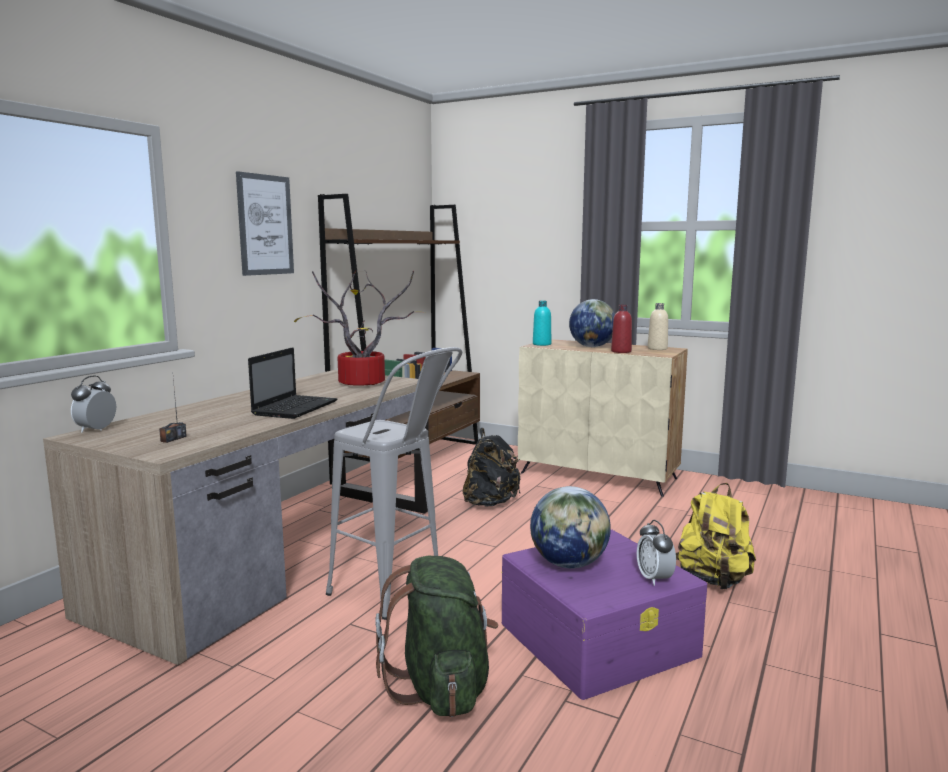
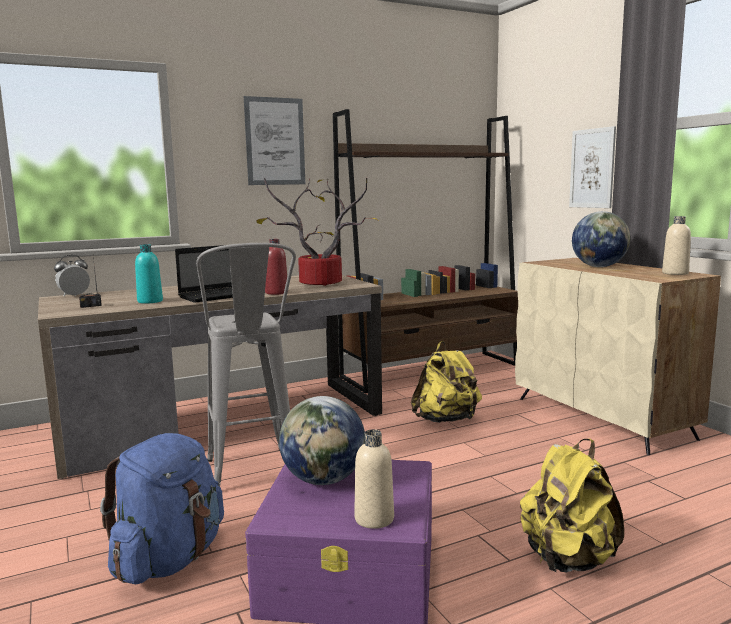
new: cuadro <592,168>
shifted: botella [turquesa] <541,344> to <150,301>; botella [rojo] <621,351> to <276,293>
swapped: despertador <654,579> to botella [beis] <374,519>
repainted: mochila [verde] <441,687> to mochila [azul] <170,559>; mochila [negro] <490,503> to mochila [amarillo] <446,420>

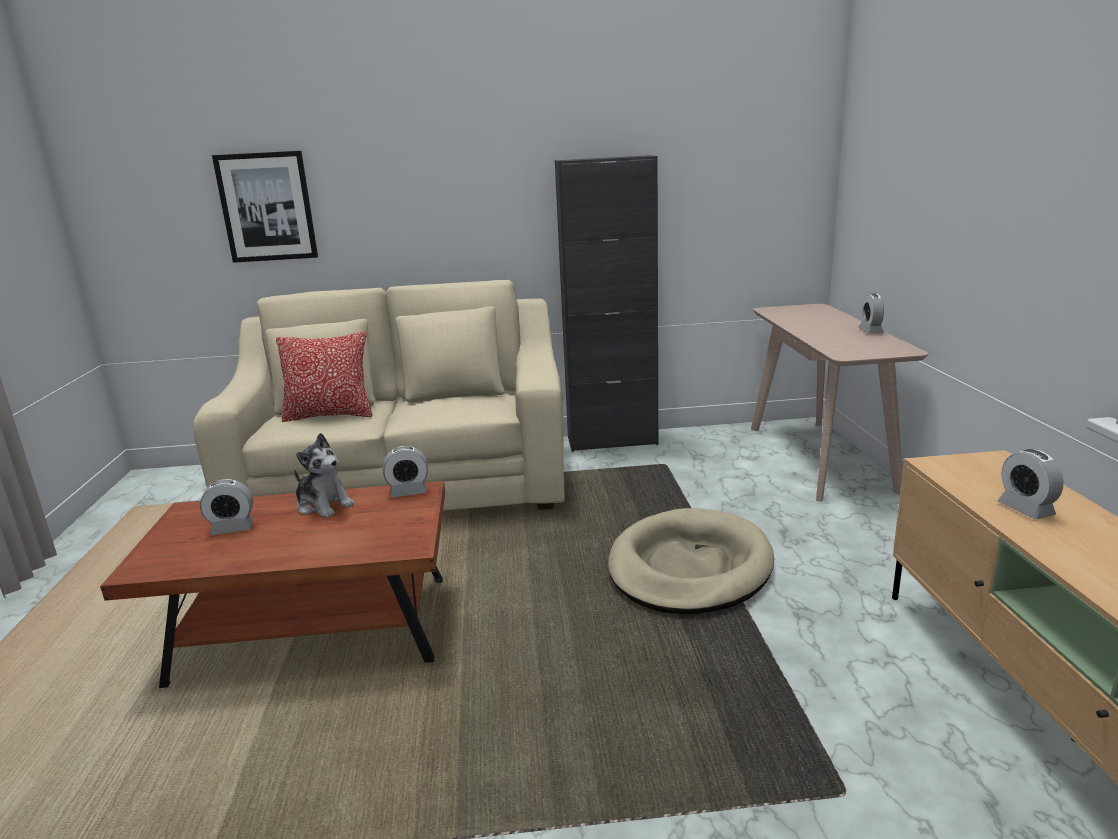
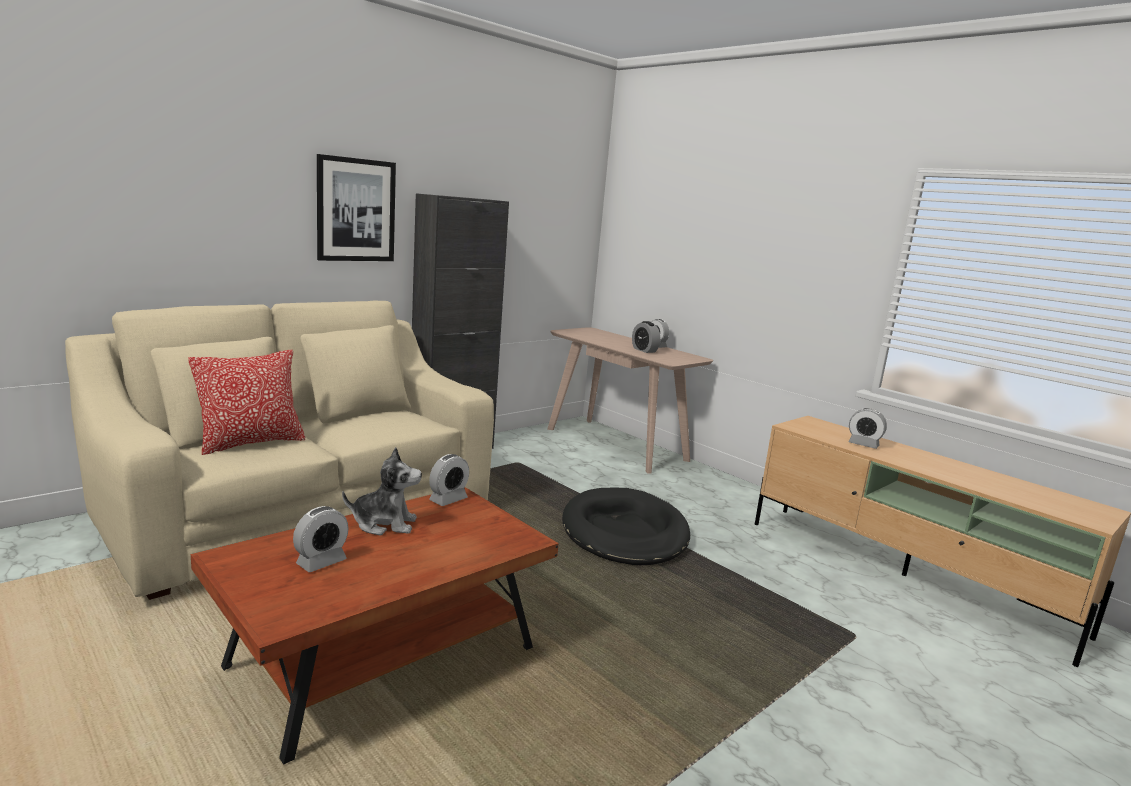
new: despertador <644,350>
shifted: cuadro <267,207> to <356,210>
repainted: cama para perro [beis] <689,567> to cama para perro [negro] <624,532>

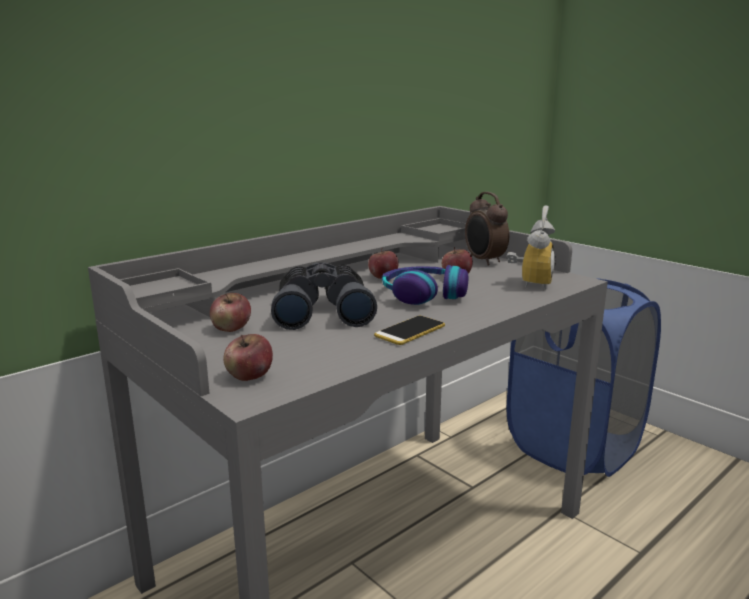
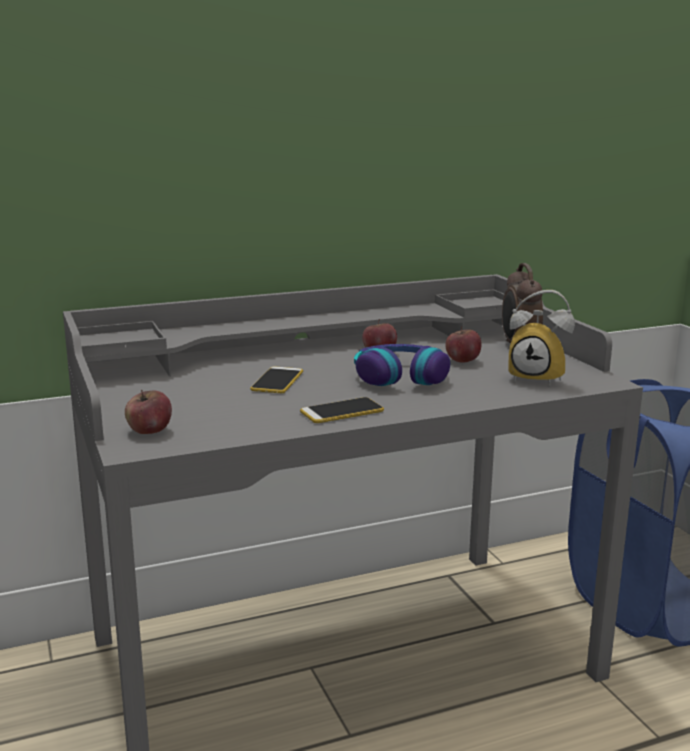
gone: manzana <231,328>
swapped: prismáticos [gris] <323,311> to móvil <277,381>
rotated: despertador <529,283> = <539,378> 75 degrees clockwise

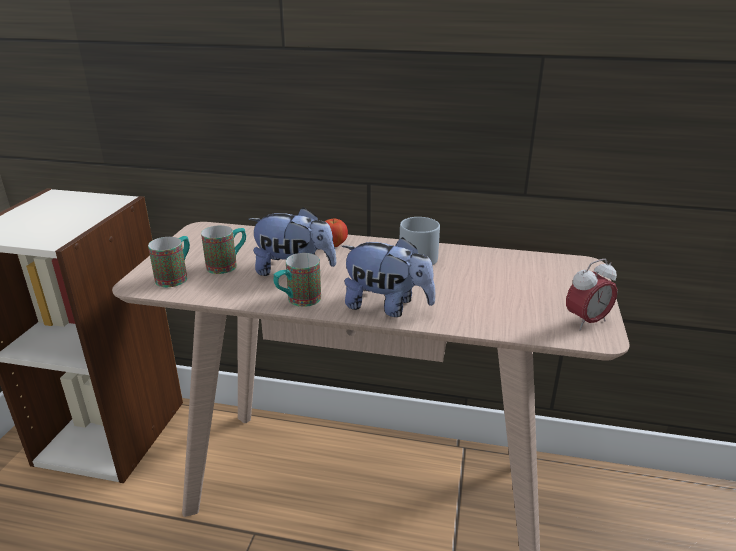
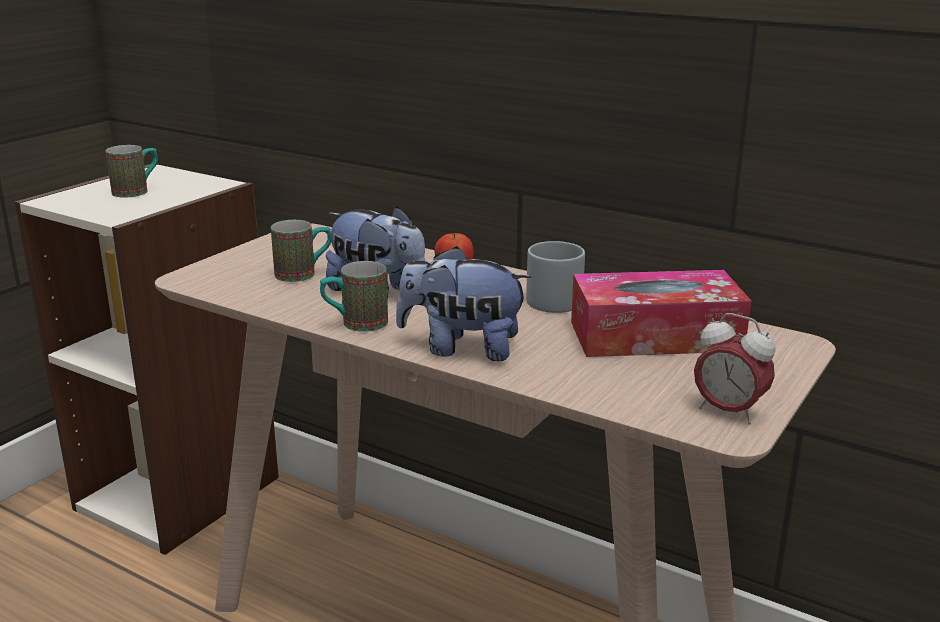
new: caja de pañuelos <655,336>
shifted: taza grande <176,276> to <137,191>
rotated: peluche <387,307> = <462,348> 150 degrees clockwise; despertador <586,322> = <728,412> 45 degrees clockwise

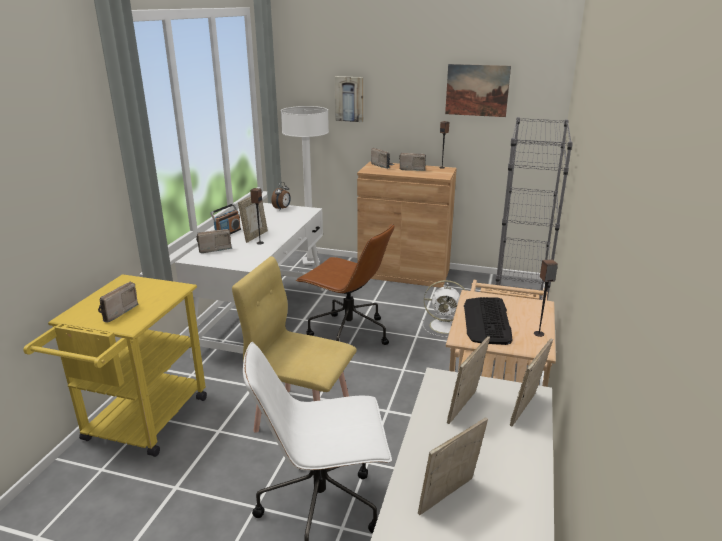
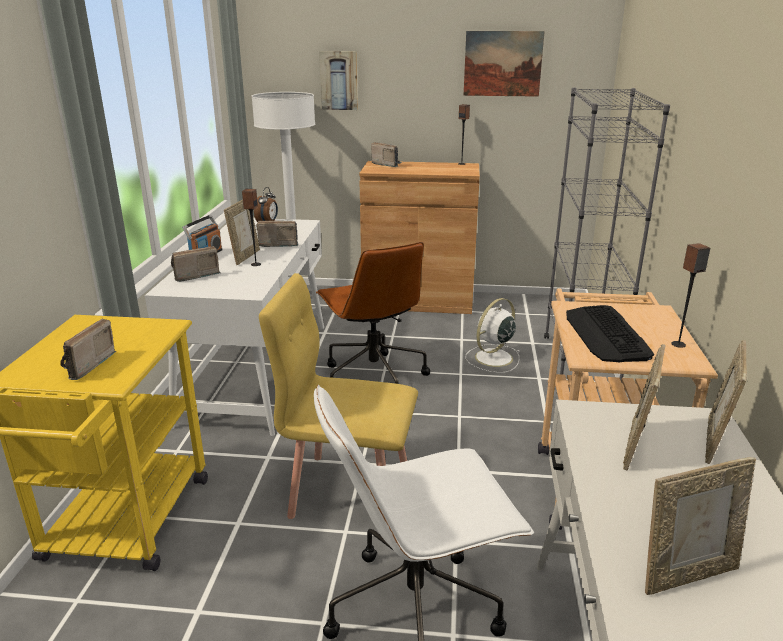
shifted: radio <412,169> to <278,244>
rotated: silla de oficina [marrón] <347,333> = <373,378> 45 degrees clockwise; portarretratos <449,499> = <687,574> 150 degrees counterclockwise; ventilador [blanco] <446,326> = <492,358> 135 degrees clockwise

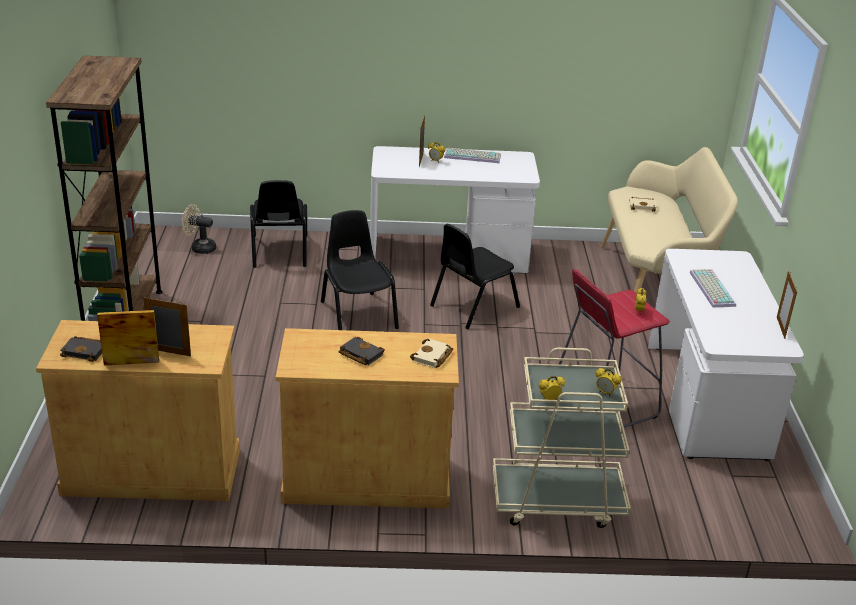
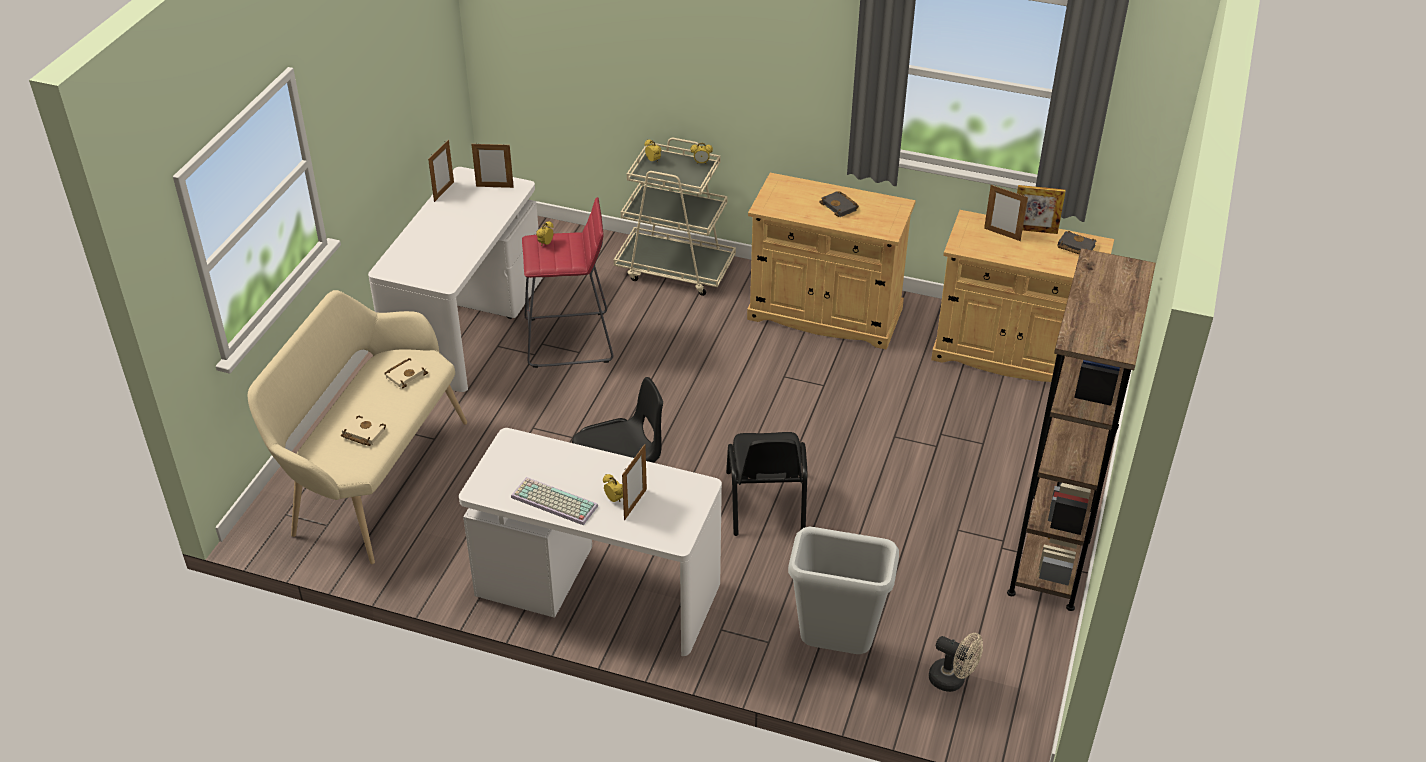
gone: teclado <710,288>
new: portarretratos <494,186>
shifted: libro [beis] <432,357> to <406,374>
swapped: silla [negro] <279,251> to papelera [gris] <836,647>

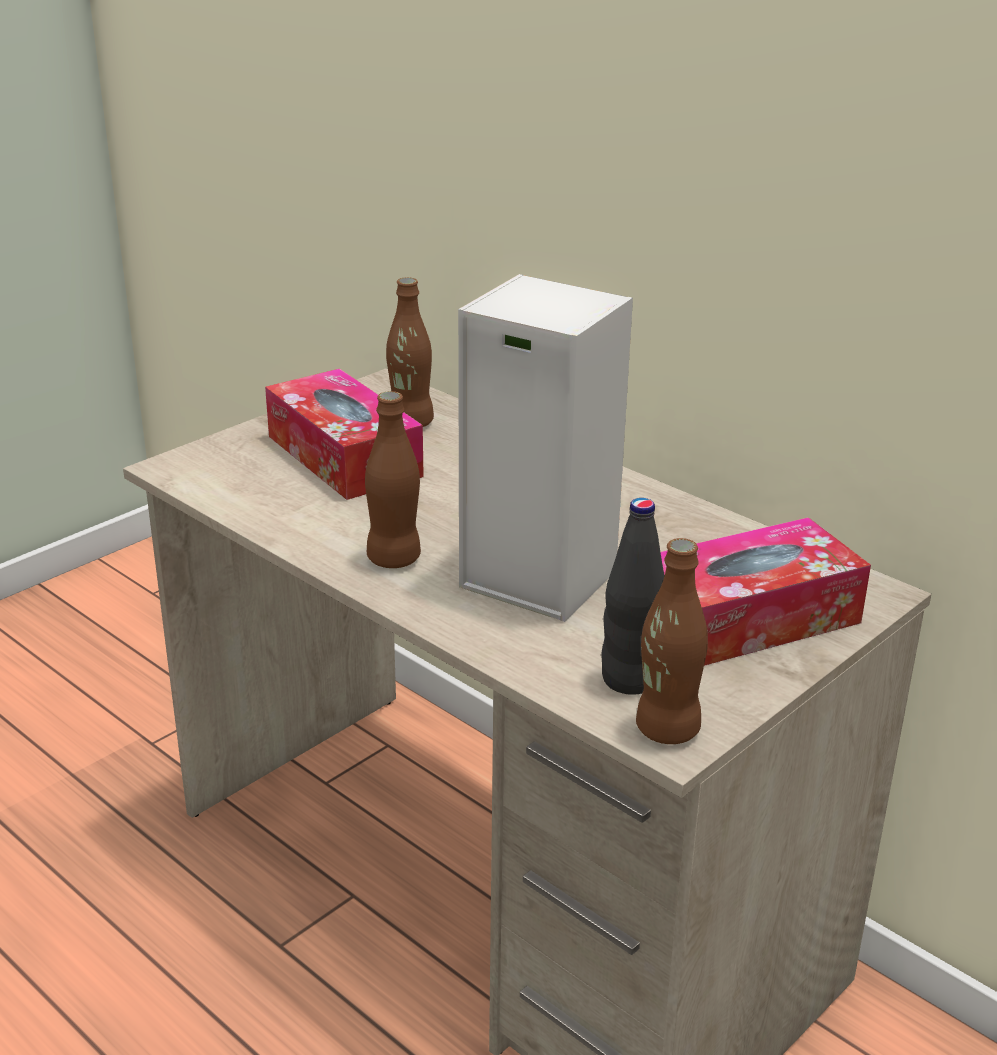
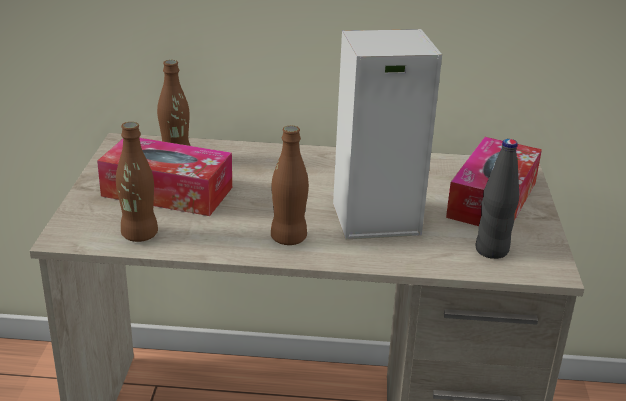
shifted: botella [marrón] <667,729> to <139,235>

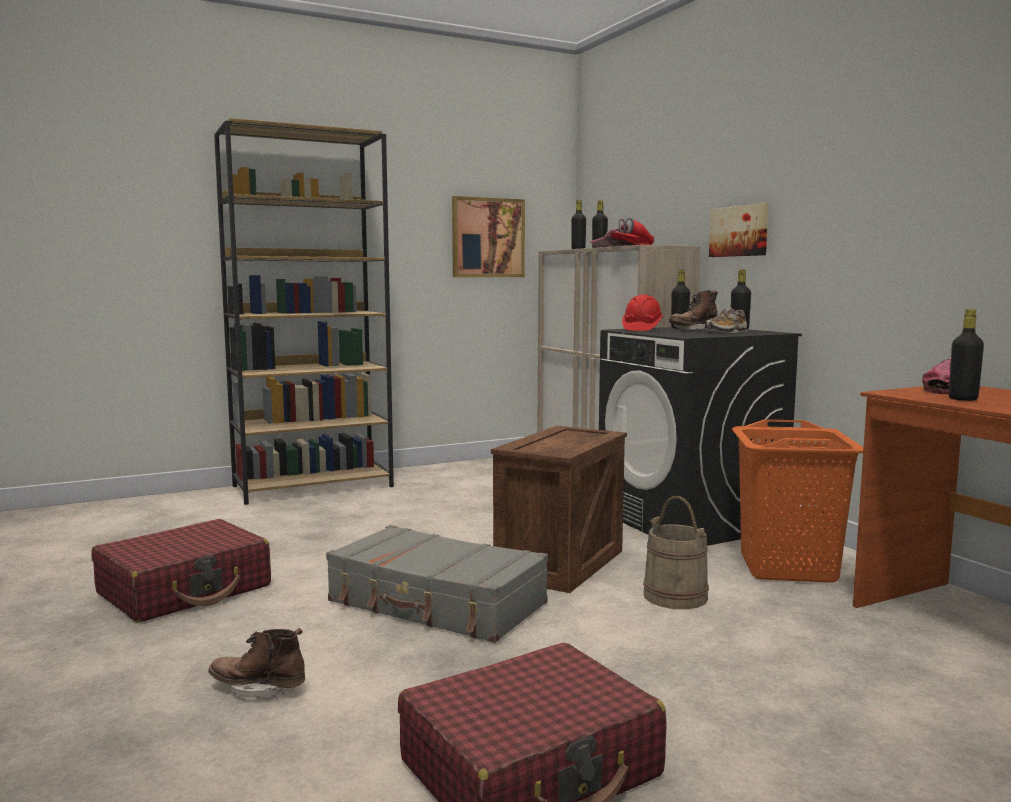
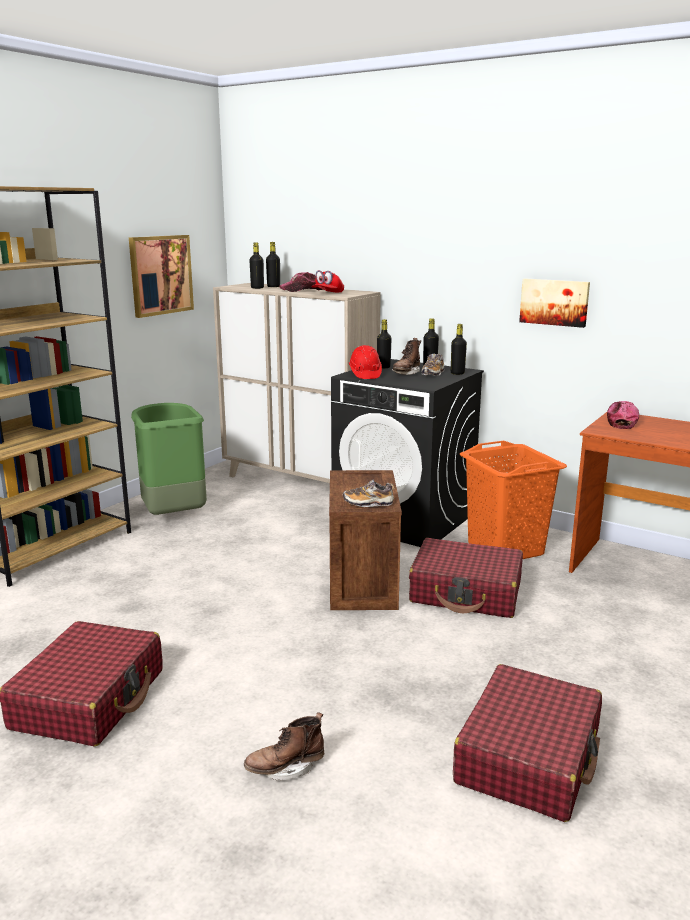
gone: maleta [gris] <437,603>
new: papelera [verde] <172,515>; zapato <368,503>
shifted: cuadro <740,231> to <554,302>; botella [negro] <963,399> to <457,373>
swapped: cubo [beis] <675,596> to maleta [rojo] <466,593>

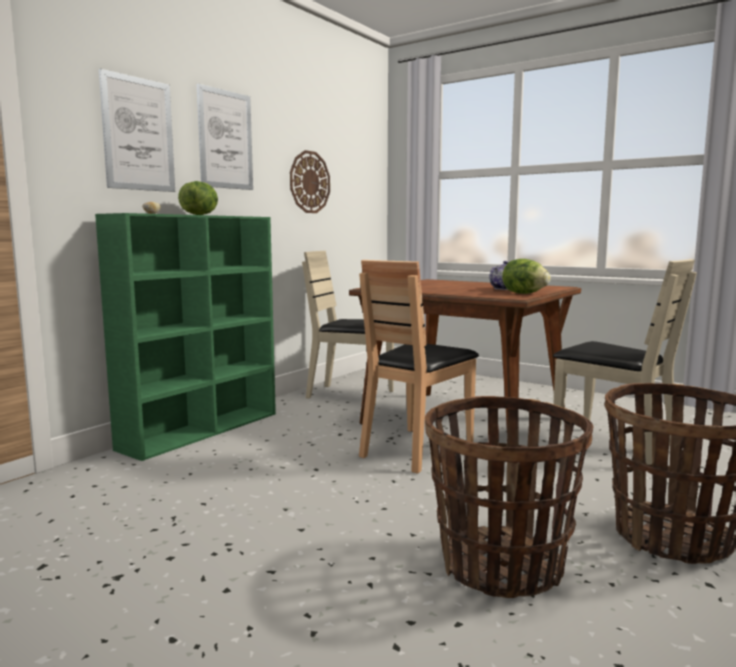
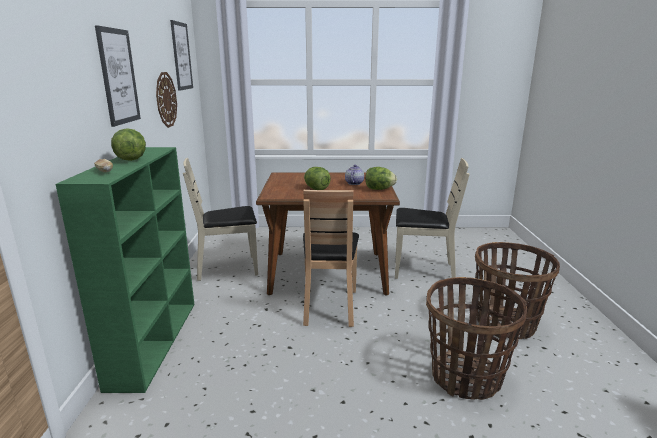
new: lechuga <316,189>
shifted: cuadro <138,134> to <181,56>

